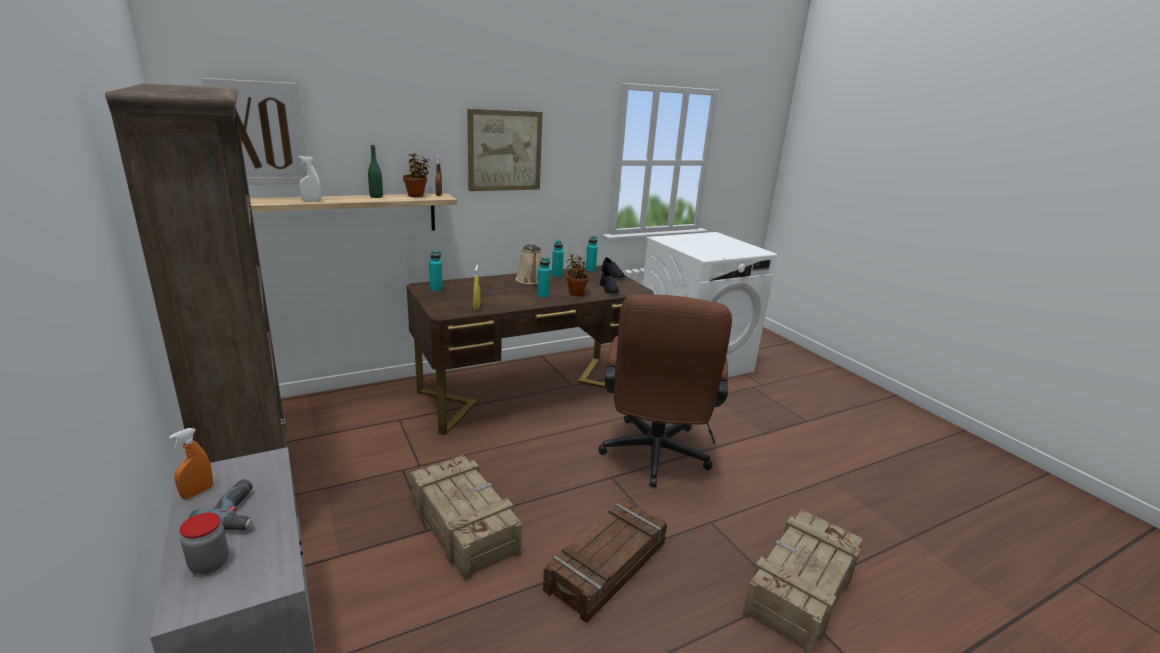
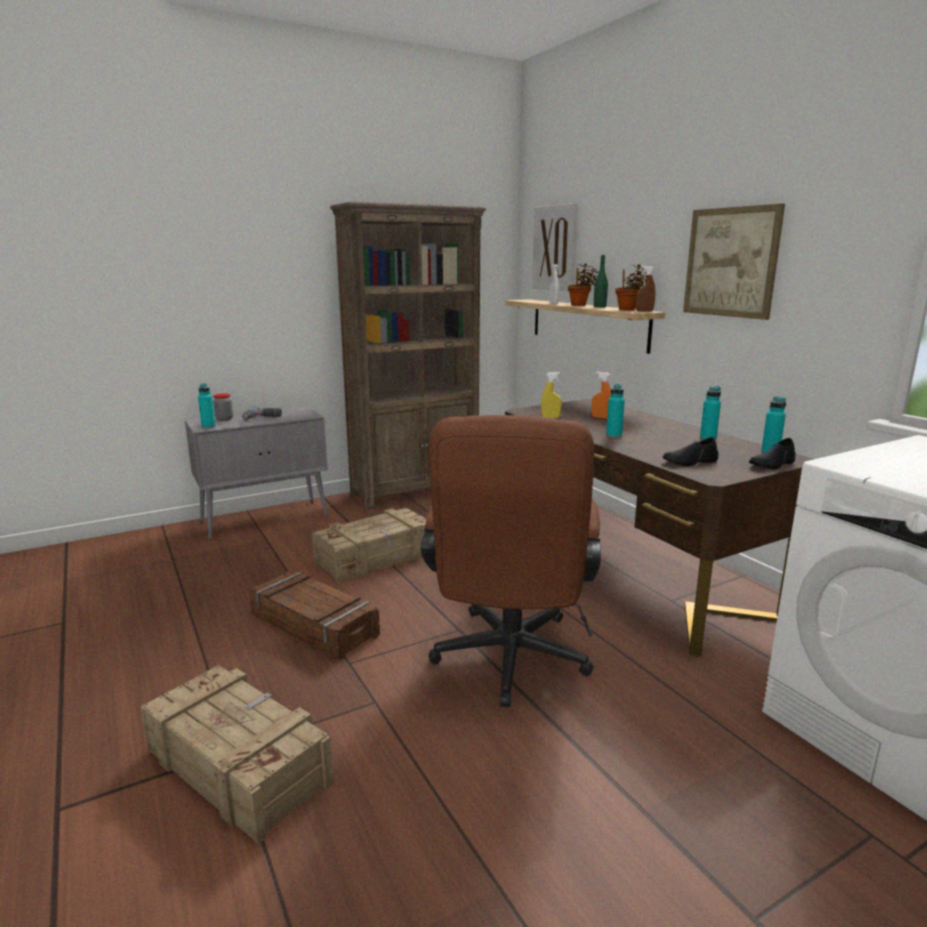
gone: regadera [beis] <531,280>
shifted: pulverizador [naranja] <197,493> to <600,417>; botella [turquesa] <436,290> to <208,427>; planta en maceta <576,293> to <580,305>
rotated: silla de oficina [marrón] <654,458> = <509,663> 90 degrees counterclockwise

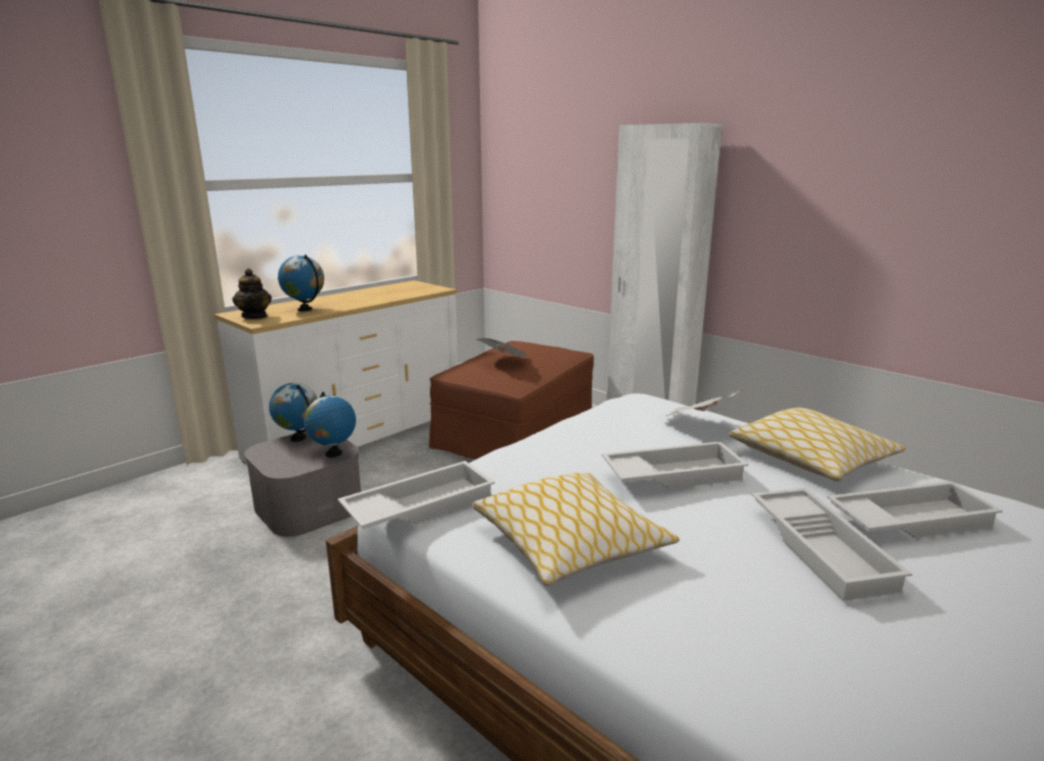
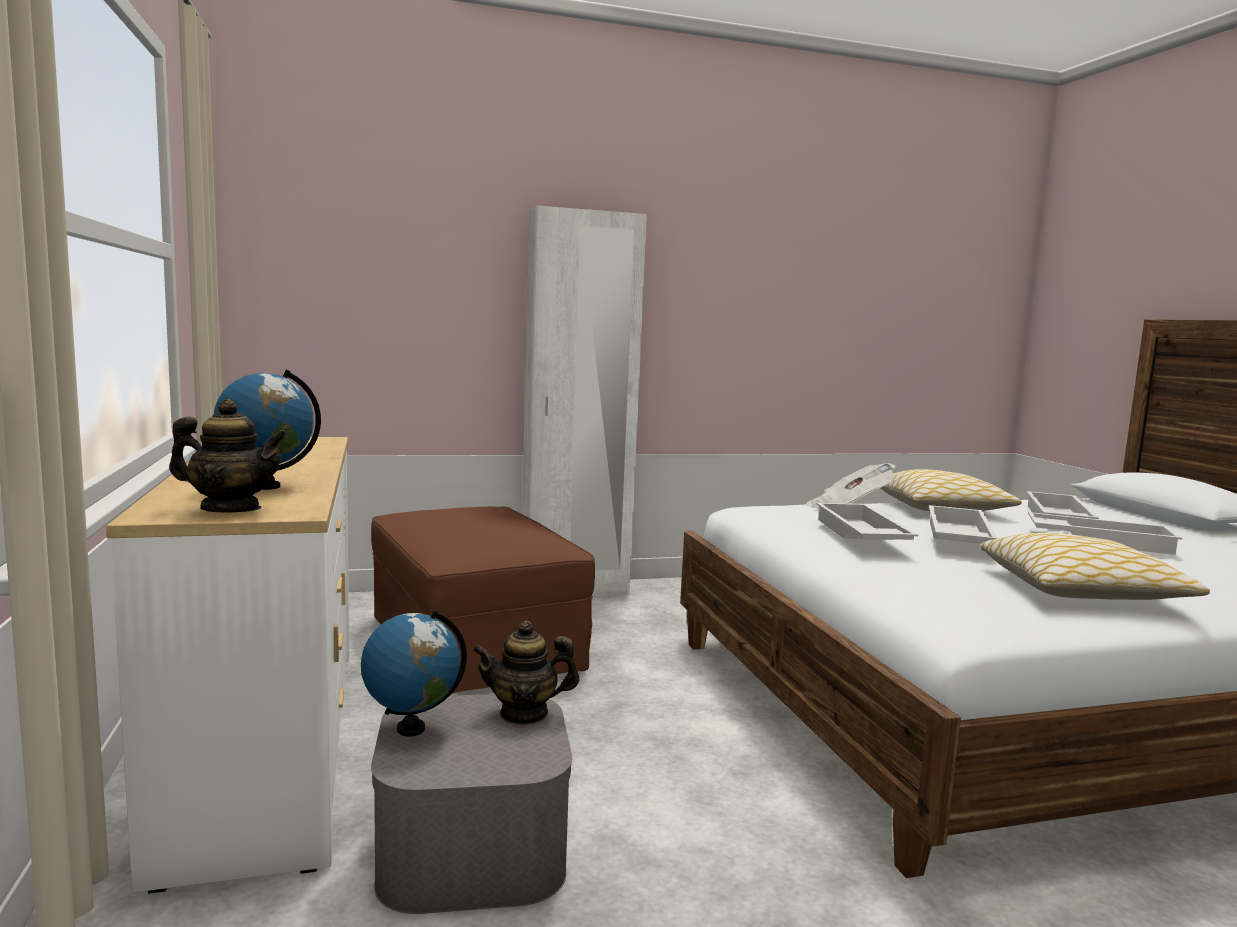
gone: periódico <504,362>
shifted: bandeja [blanco] <419,506> to <859,534>
swapped: globo terráqueo <333,454> to tetera <524,713>

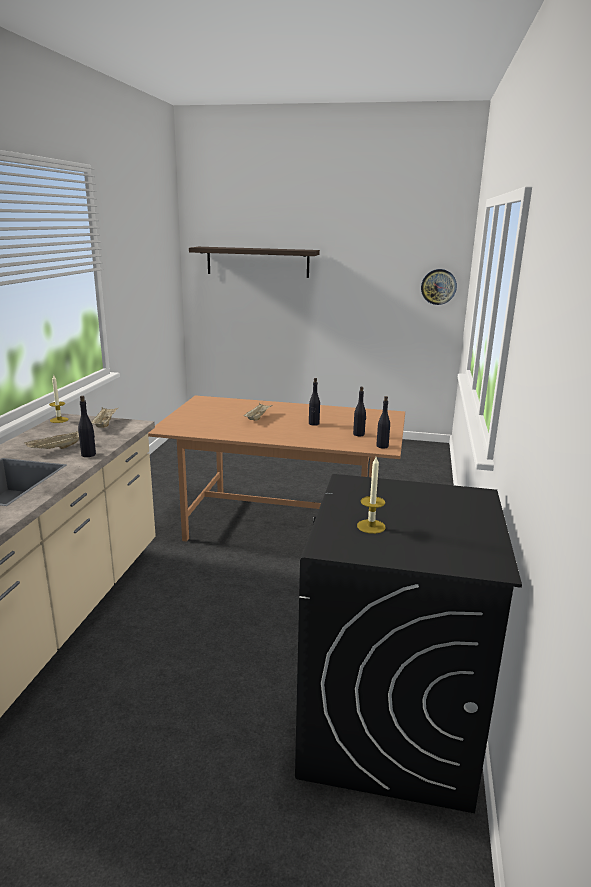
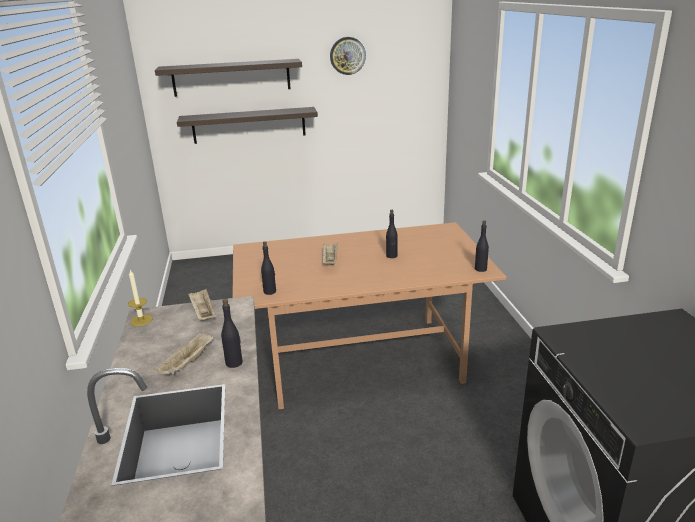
gone: vela <371,526>
new: estante <249,125>
shifted: botella [negro] <359,434> to <270,291>; reloj de pared <438,286> to <347,55>

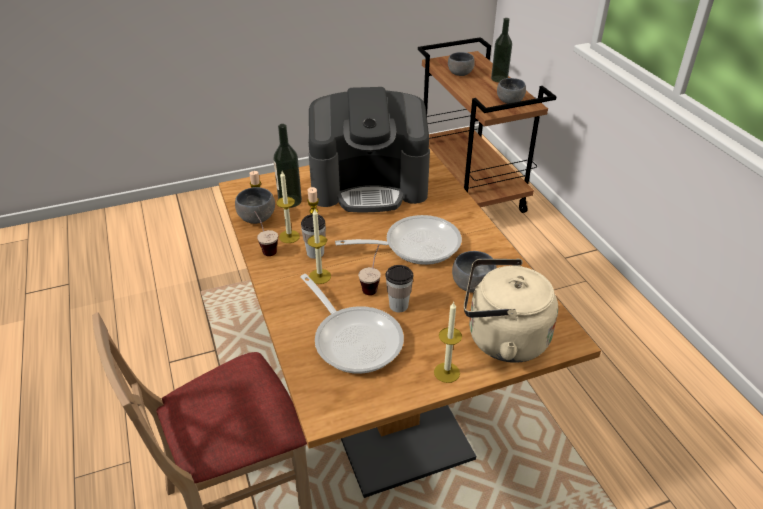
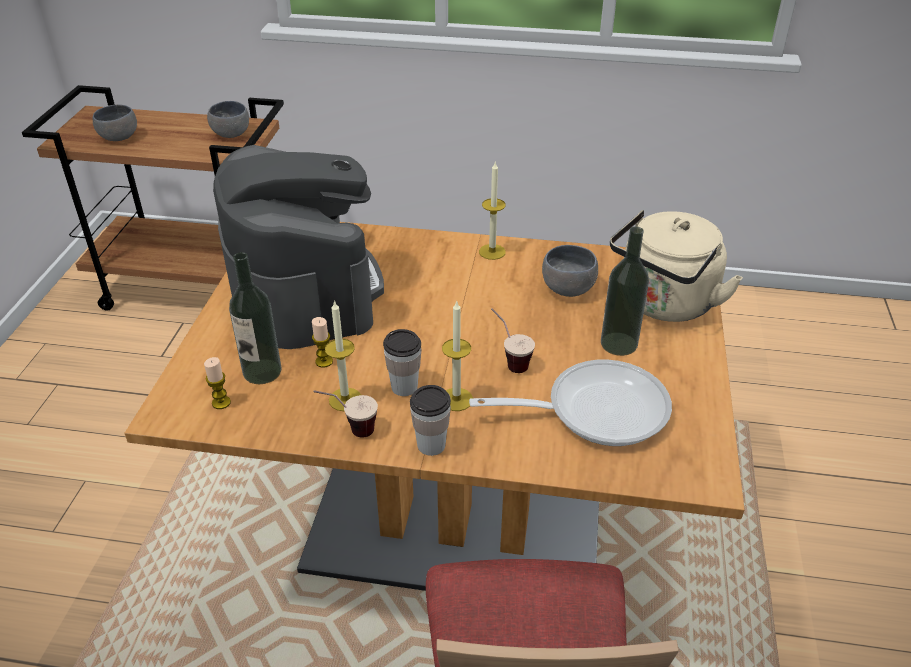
gone: cuenco [gris] <255,218>; sartén <415,245>
shifted: taza <398,305> to <431,445>; vela <446,372> to <492,252>; botella <499,79> to <618,344>
rotated: cafetera <369,185> = <304,289> 45 degrees counterclockwise

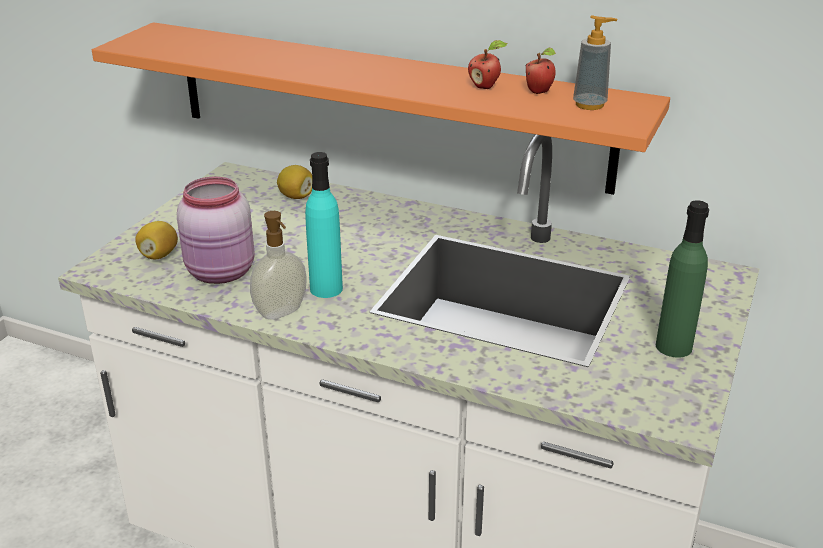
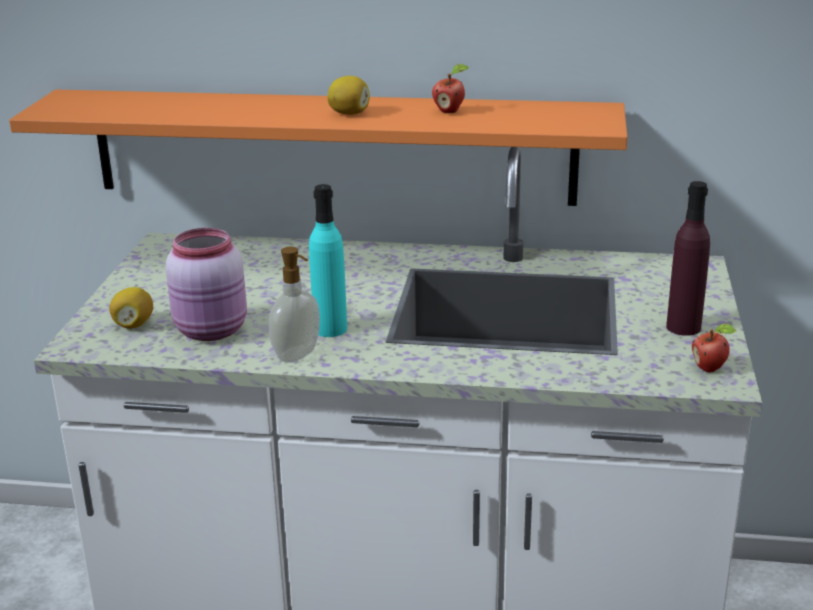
gone: dispensador de jabón <589,105>
shifted: limón <296,196> to <349,113>; manzana <539,92> to <710,369>
repainted: botella [verde] <673,346> to botella [morado] <683,327>

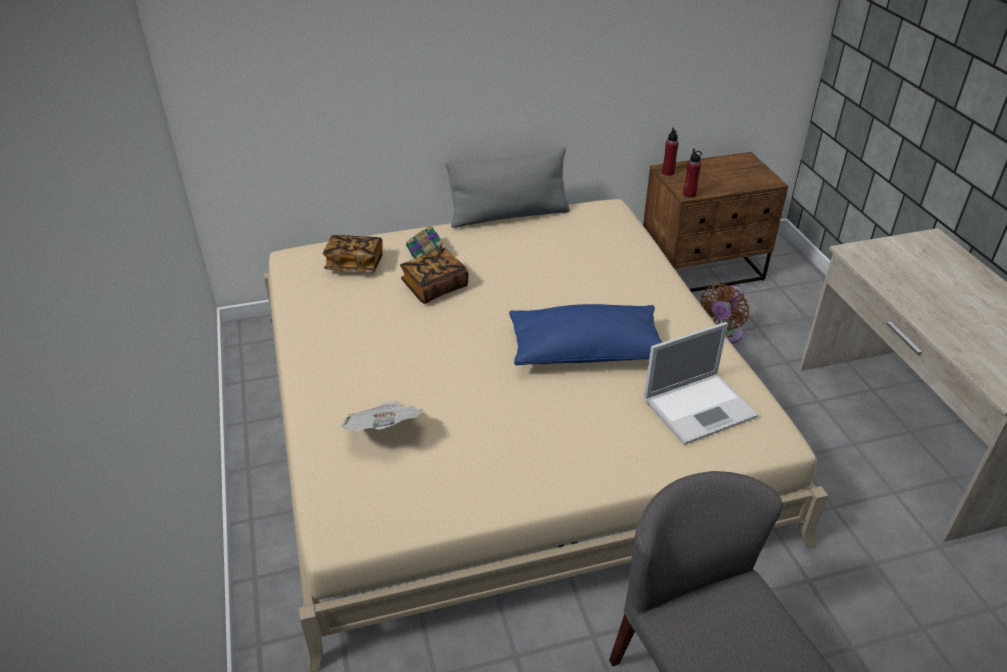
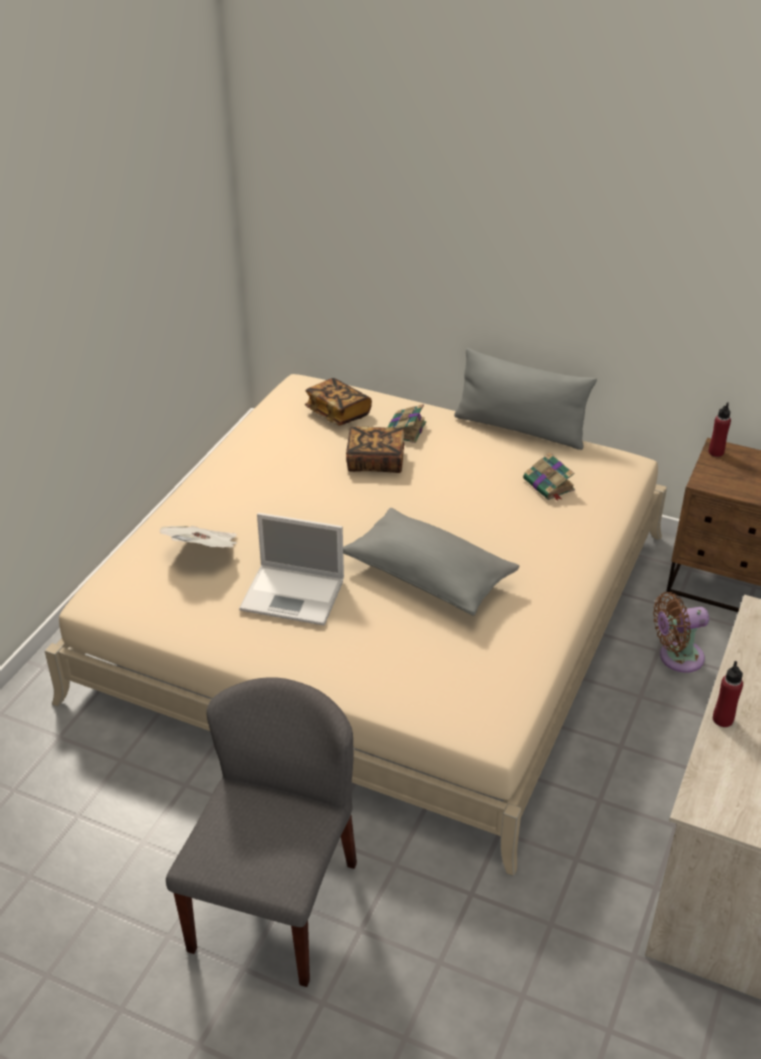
new: libro <549,485>
shifted: portátil <701,407> to <294,595>; botella [rojo] <689,194> to <722,719>
repainted: cojín [azul] <586,351> to cojín [gris] <429,577>

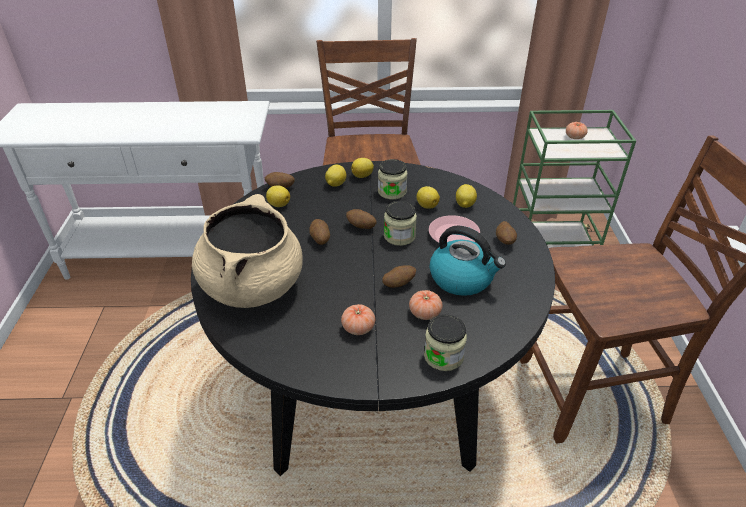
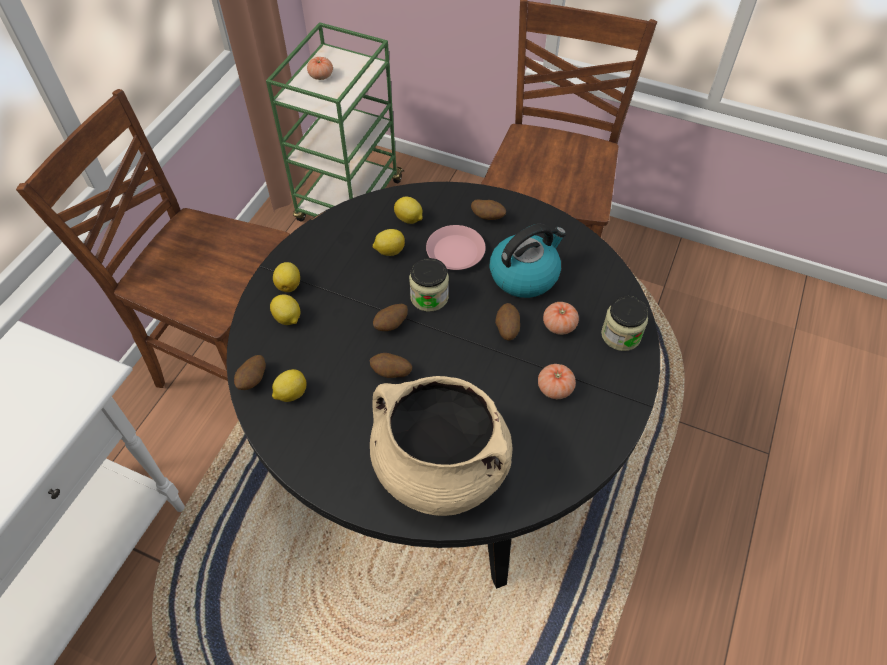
gone: tarro <392,192>

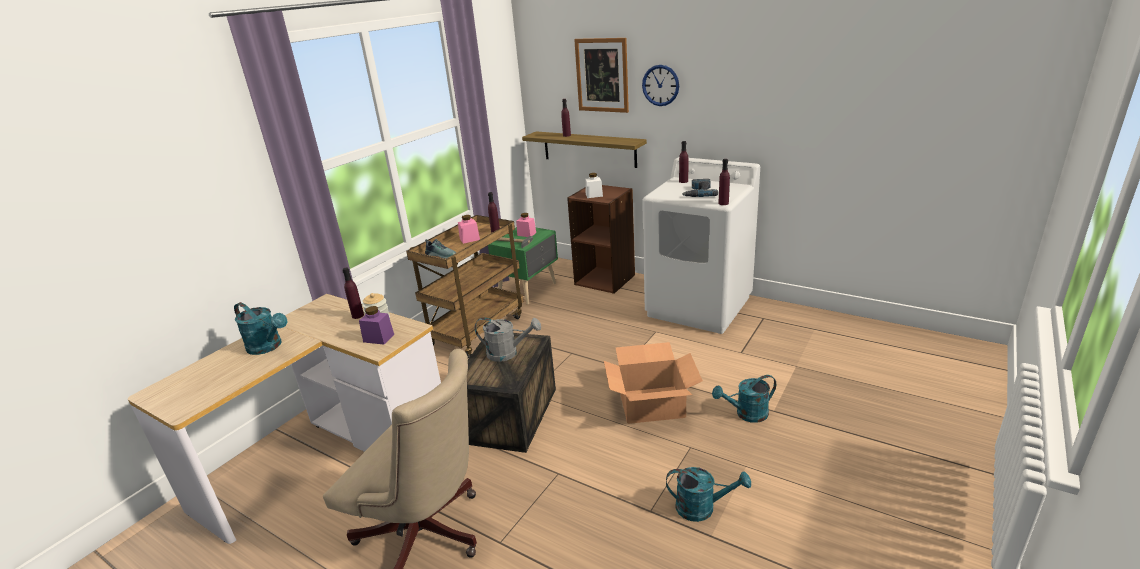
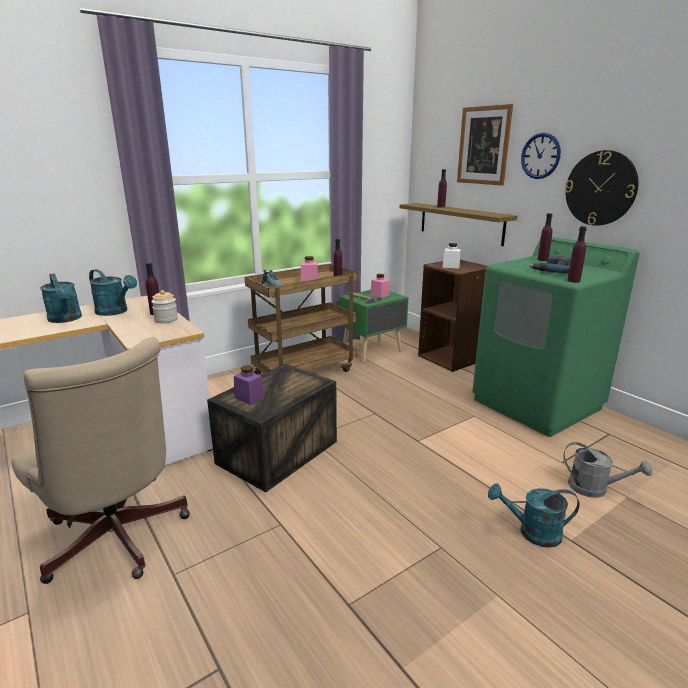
gone: caja de cartón <651,404>
new: reloj de pared <600,188>
shifted: tarro [morado] <378,338> to <249,398>; regadera [gris] <508,353> to <595,489>; regadera [turquesa] <702,508> to <115,312>
repainted: lavadora [blanco] <699,306> to lavadora [verde] <537,404>

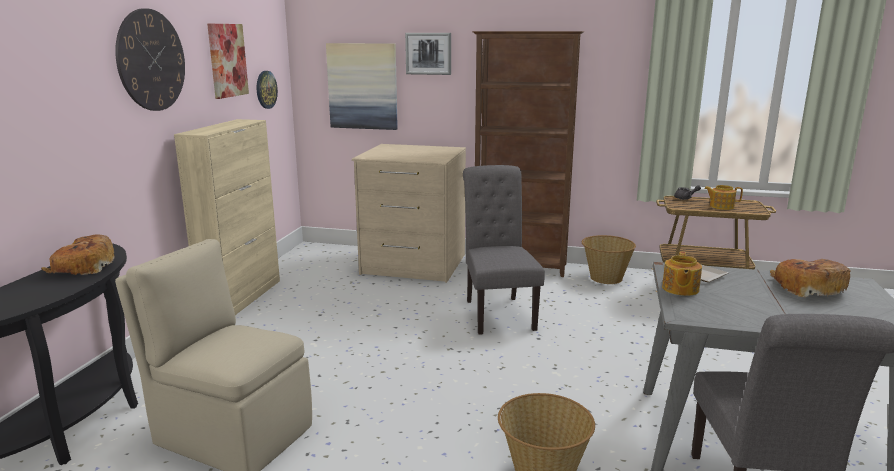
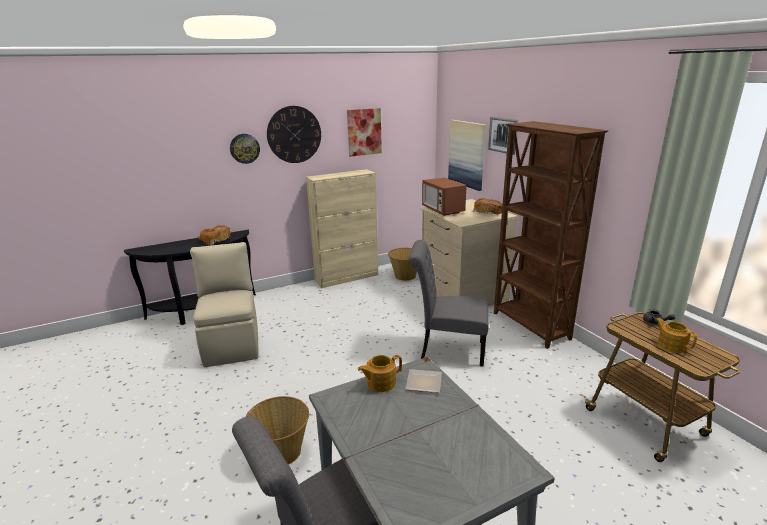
new: microondas <442,210>
shifted: reloj de pared <266,89> to <244,148>; cesta <605,278> to <405,276>; pan <807,288> to <487,212>
rotated: silla [gris] <497,312> = <447,350> 120 degrees counterclockwise

